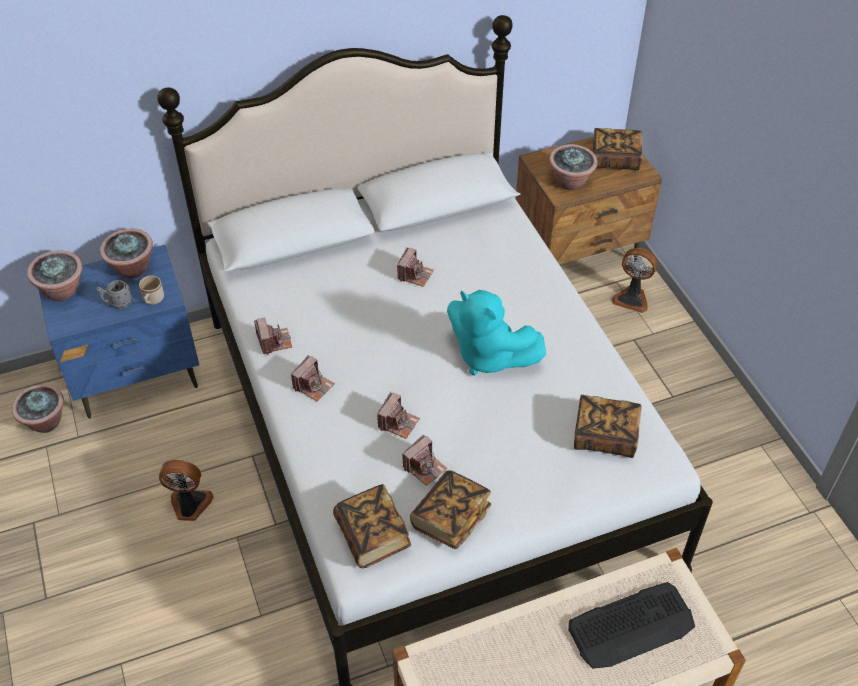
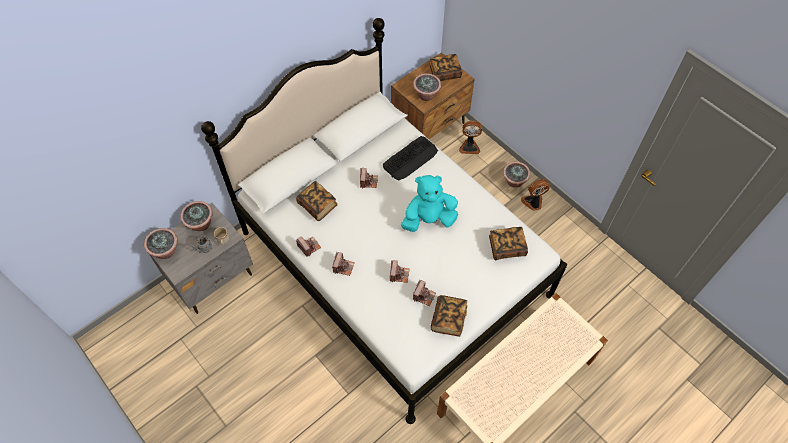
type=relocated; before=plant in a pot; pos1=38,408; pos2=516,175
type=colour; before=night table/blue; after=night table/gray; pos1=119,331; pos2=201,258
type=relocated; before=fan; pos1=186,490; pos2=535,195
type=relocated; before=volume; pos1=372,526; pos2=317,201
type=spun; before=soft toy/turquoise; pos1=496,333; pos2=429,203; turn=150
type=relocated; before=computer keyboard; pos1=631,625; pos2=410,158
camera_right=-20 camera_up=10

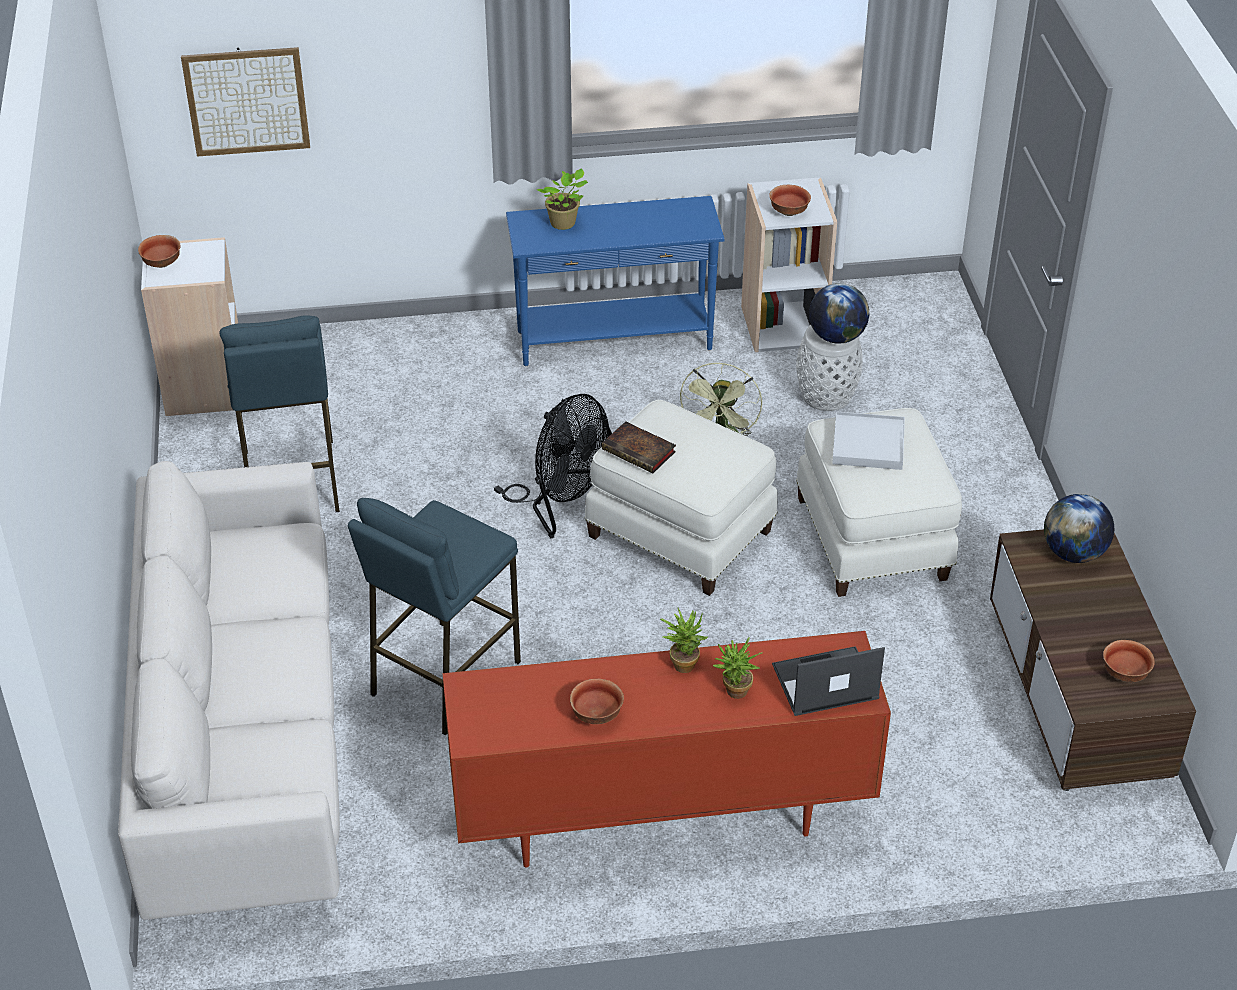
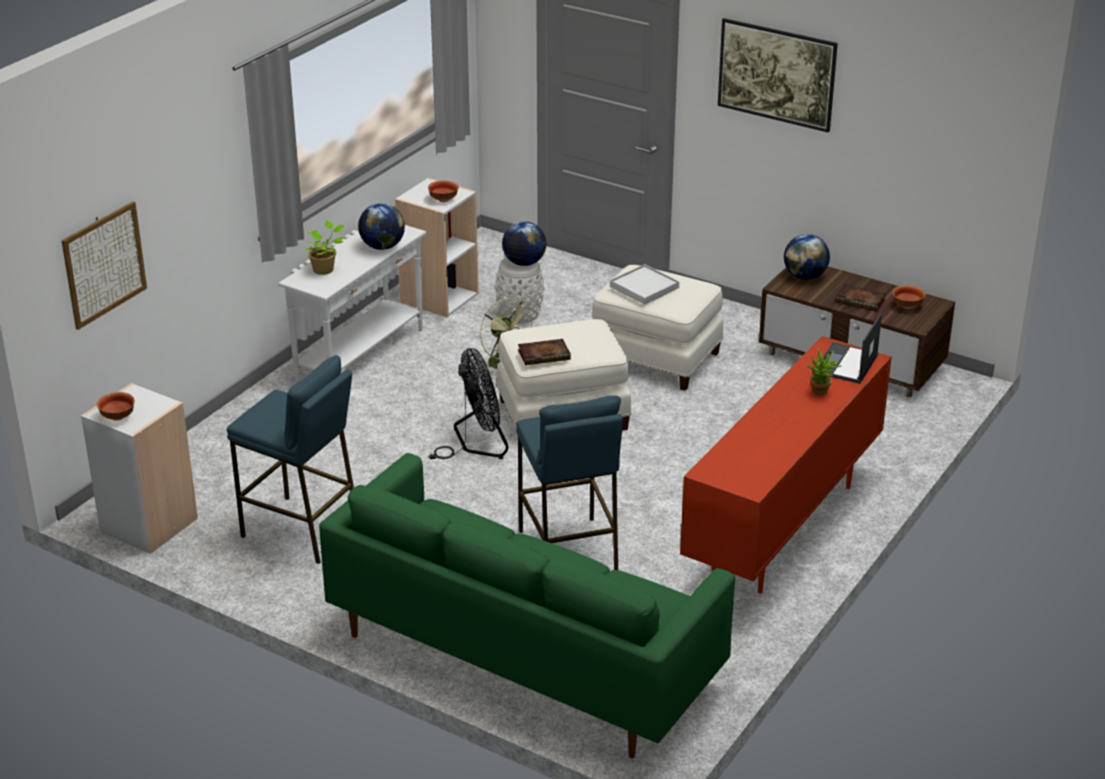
type=colour; before=couch/white; after=couch/greenish; pos1=229,690; pos2=527,605
type=colour; before=narrow table/blue; after=narrow table/white; pos1=615,281; pos2=352,304
type=missing; before=deep dish; pos1=597,701
type=missing; before=plant in a pot; pos1=684,640
type=appeared; after=globe; pos2=381,226
type=appeared; after=wall picture; pos2=778,75
type=appeared; after=volume; pos2=860,298
camera_right=-50 camera_up=-10

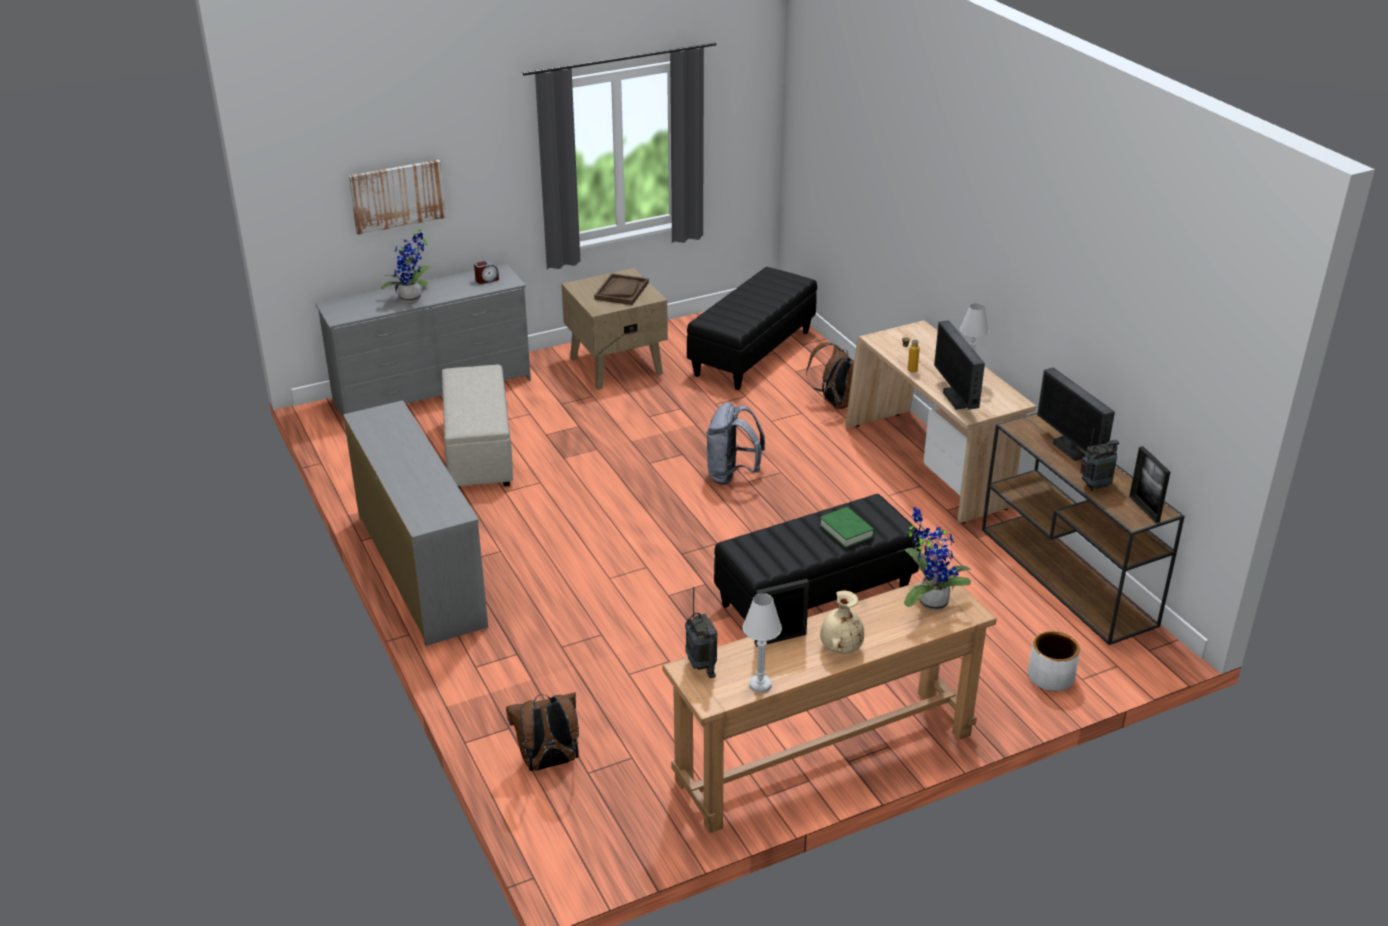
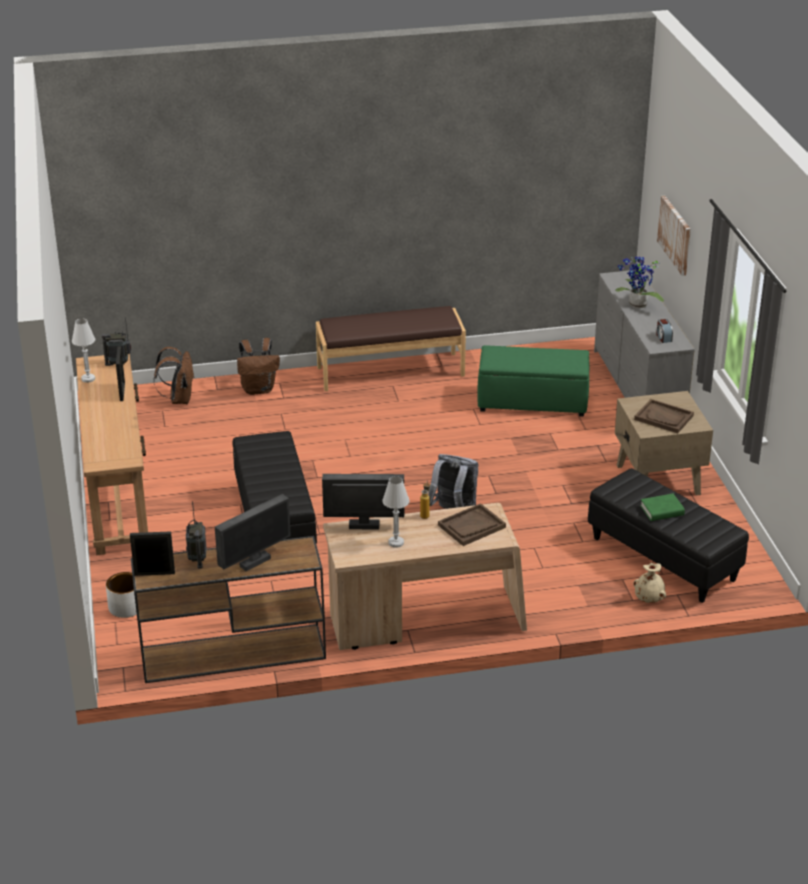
type=exchanged; before=drawer chest/gray; after=long seat/brown; pos1=415,523; pos2=391,348
type=colour; before=ottoman/sand-coloured; after=ottoman/greenish; pos1=477,427; pos2=533,381
type=relocated; before=rucksack/brown; pos1=830,375; pos2=258,366
type=relocated; before=volume/greenish; pos1=847,527; pos2=662,507
type=relocated; before=flower vase/sand-coloured; pos1=842,622; pos2=649,583
type=missing; before=plant in a pot; pos1=937,558
type=spun; before=computer display; pos1=1076,414; pos2=253,532; turn=150
type=appeared; after=tray/brown; pos2=472,524
camera_right=105 camera_up=0

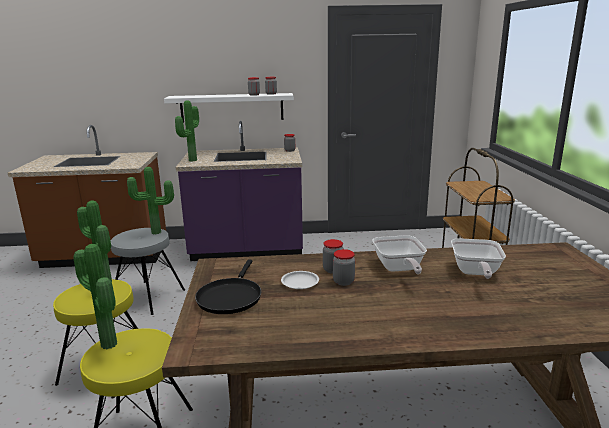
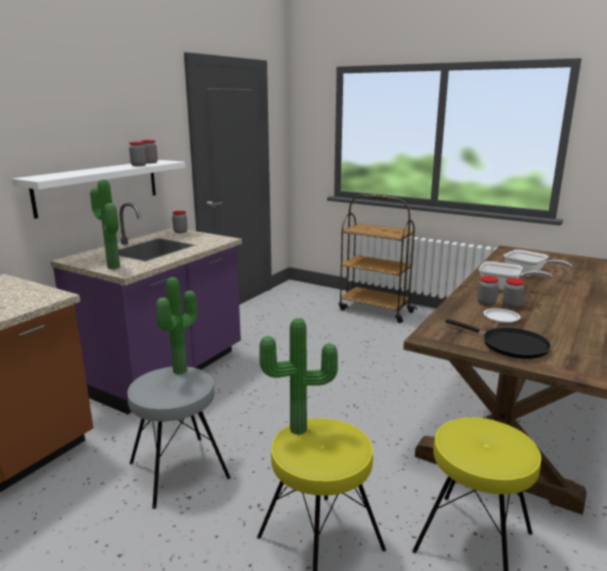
type=missing; before=plant in a pot; pos1=95,296
camera_right=-55 camera_up=0

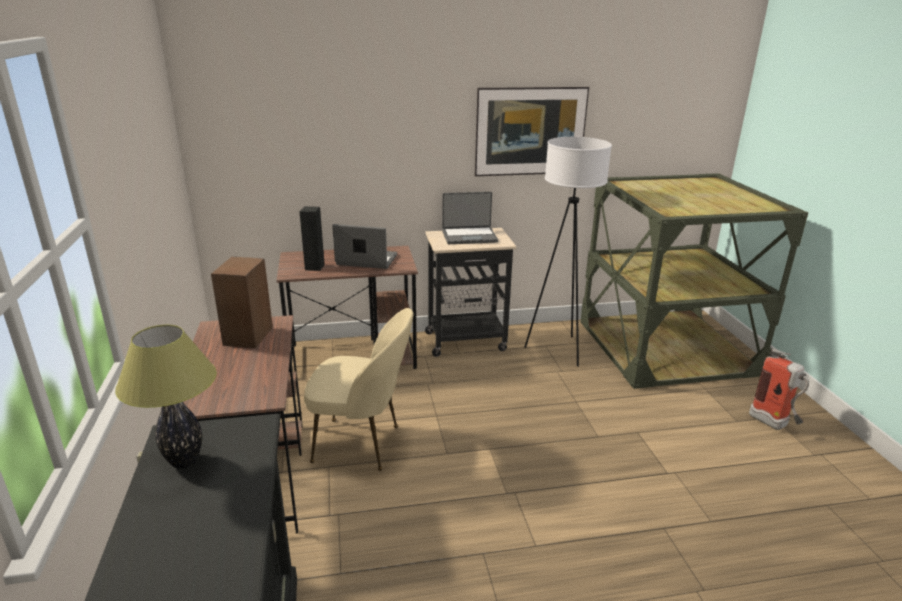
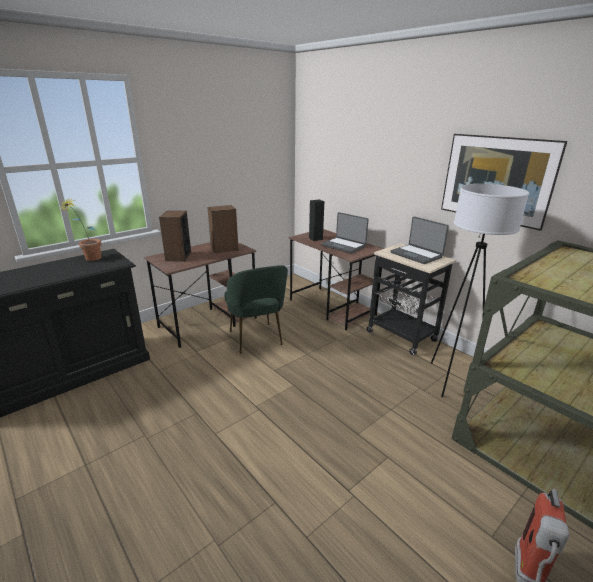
type=exchanged; before=table lamp; after=plant in a pot; pos1=166,397; pos2=81,229
type=colour; before=chair/sand-coloured; after=chair/greenish; pos1=358,389; pos2=256,309
type=spun; before=laptop; pos1=364,246; pos2=345,233; turn=150
type=appeared; after=loudspeaker; pos2=175,236
camera_right=60 camera_up=0

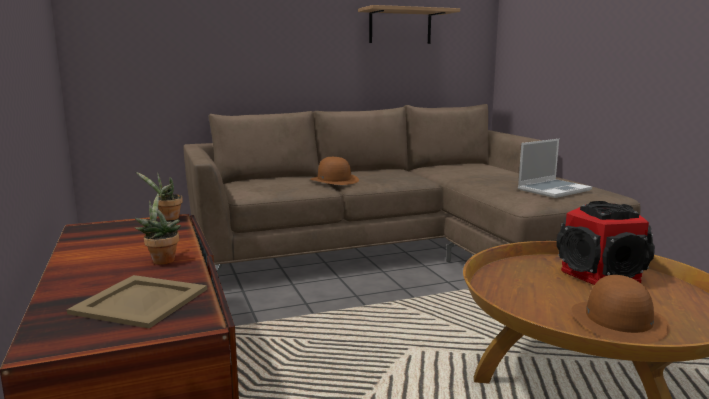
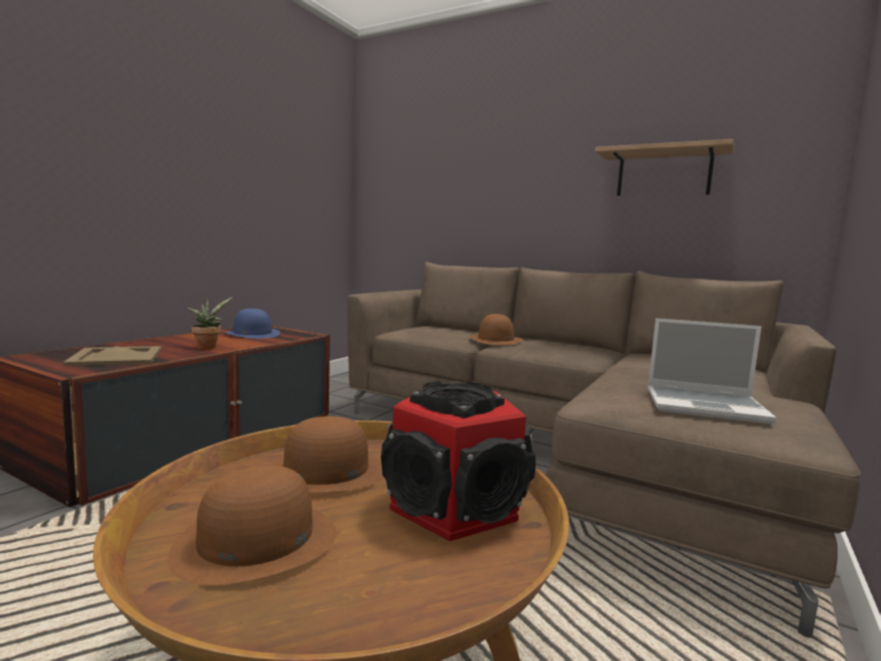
type=missing; before=plant in a pot; pos1=159,196
type=appeared; after=clothing hat/blue; pos2=252,323
type=appeared; after=clothing hat/brown; pos2=327,454
camera_right=50 camera_up=-5

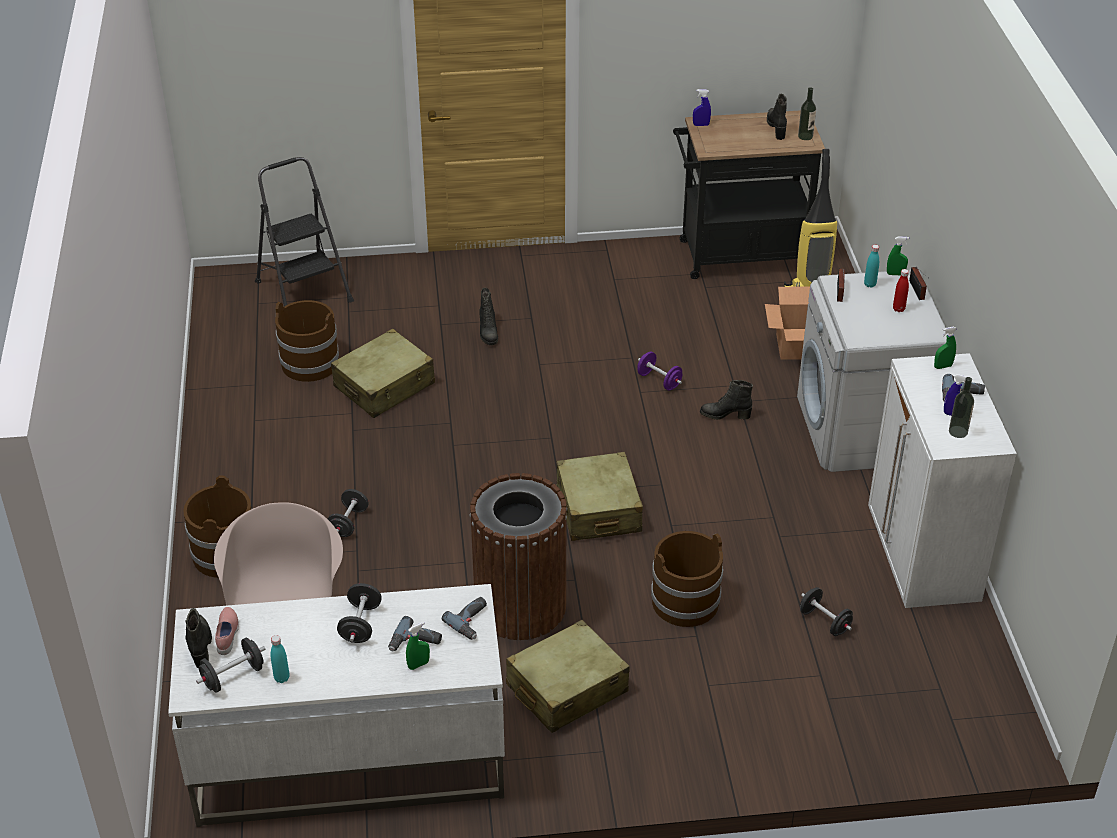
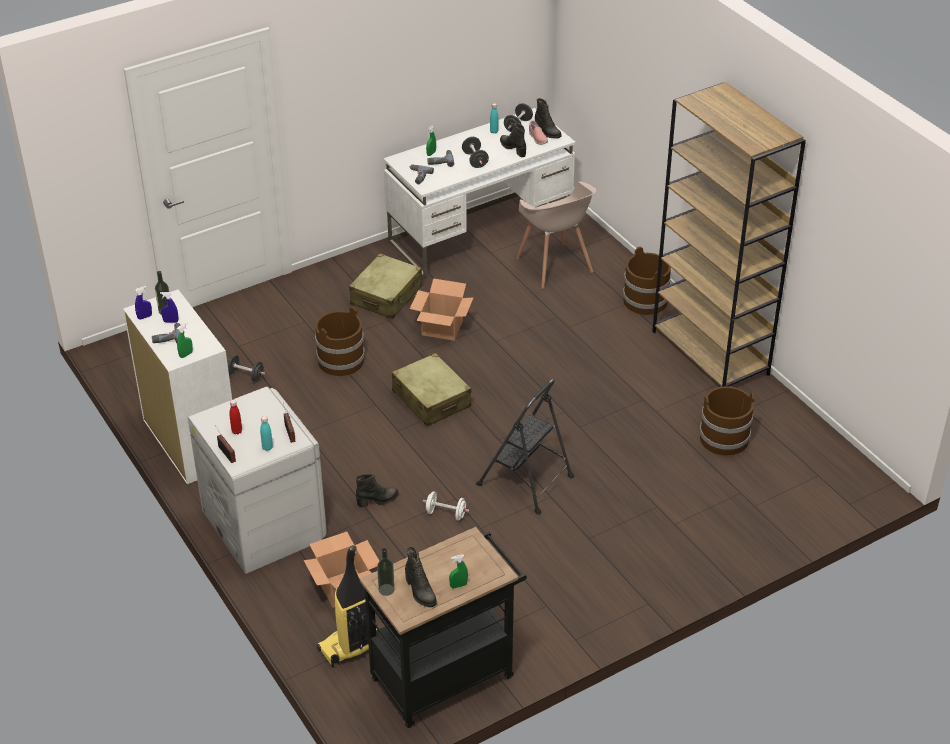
type=relocated; before=step ladder/black-coloured; pos1=304,231; pos2=525,447
type=missing; before=dumbbell/black-coloured; pos1=348,513
type=missing; before=piece of luggage/sand-coloured; pos1=383,373
type=exchanged; before=trash can/brown; after=carton; pos1=518,556; pos2=442,309
type=relocated; before=high-top boot/black-coloured; pos1=488,316; pos2=513,140
type=colour; before=dumbbell/purplish; after=dumbbell/white; pos1=660,371; pos2=446,506
type=relocated; before=sprayer/blue; pos1=702,107; pos2=143,303
type=relocated; before=sprayer/greenish; pos1=898,256; pos2=458,571
type=appeared; after=shelving unit/brown; pos2=729,234
camera_right=155 camera_up=0

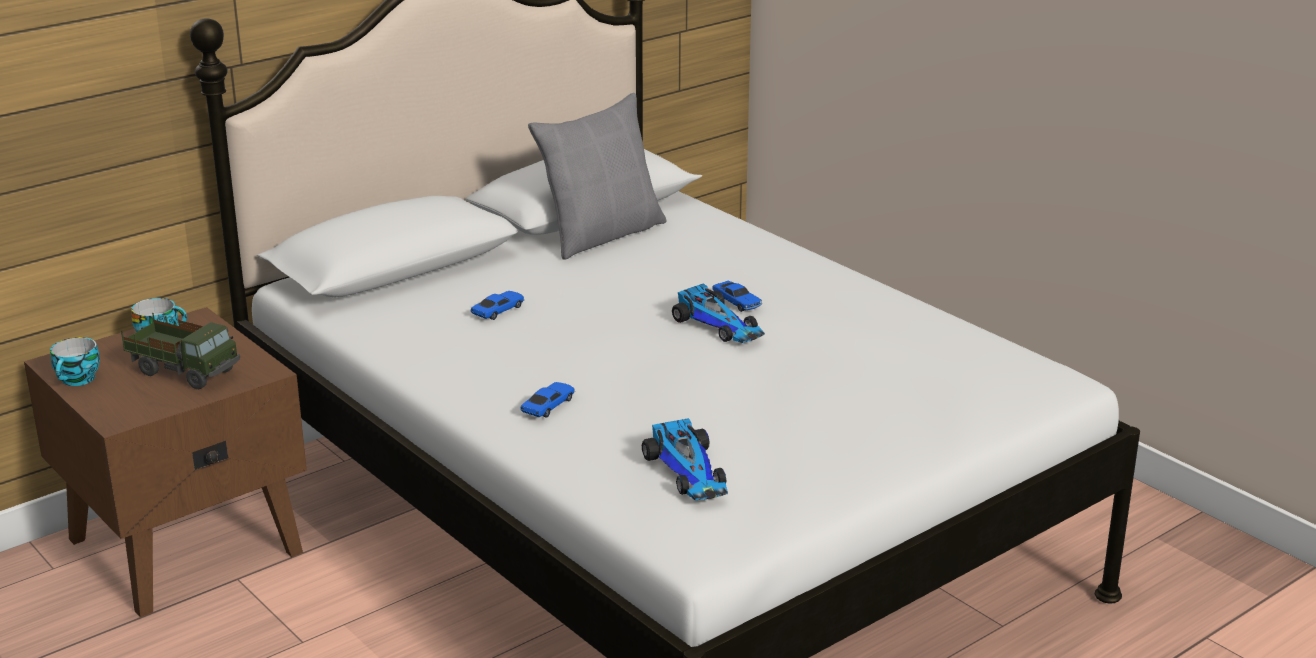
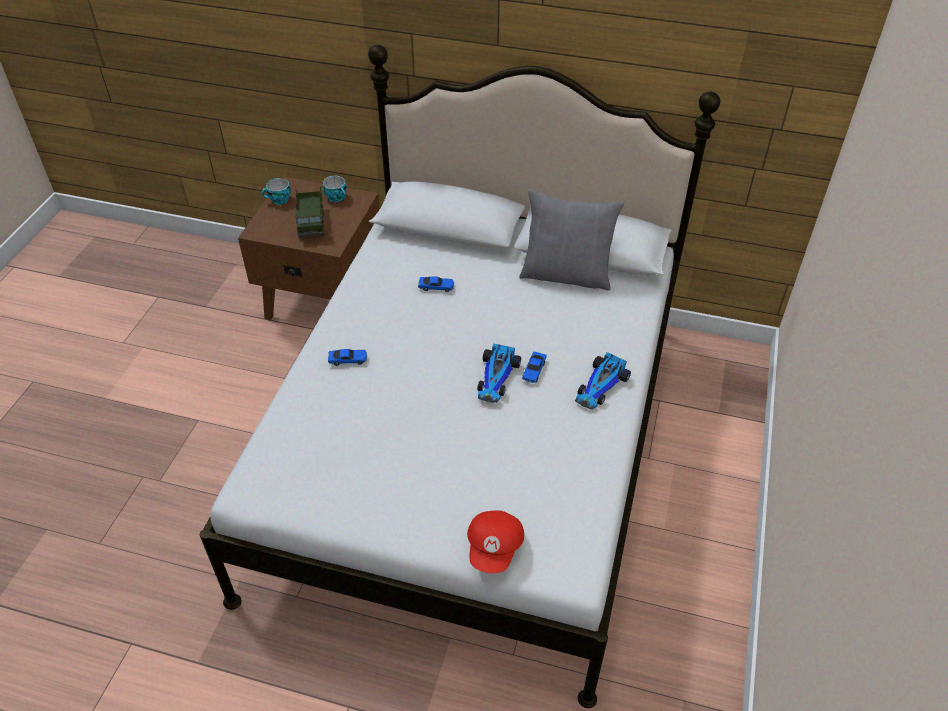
type=relocated; before=toy car; pos1=685,459; pos2=603,381
type=appeared; after=baseball cap/red; pos2=495,541
camera_right=55 camera_up=20

